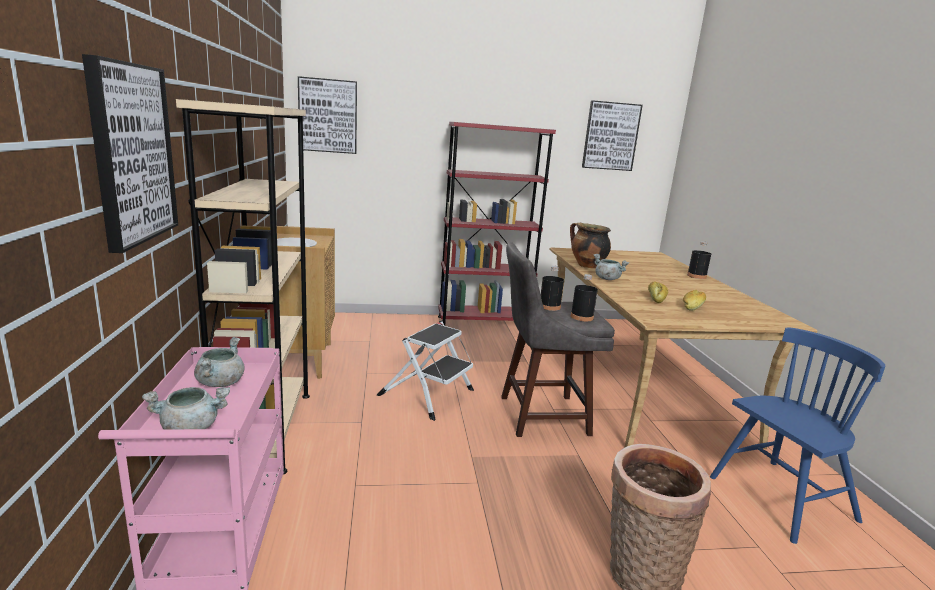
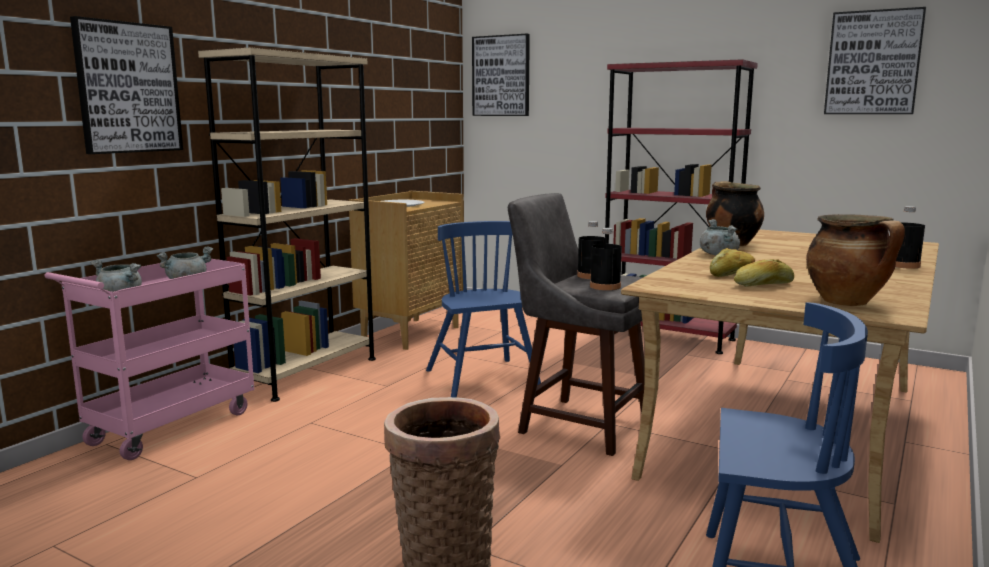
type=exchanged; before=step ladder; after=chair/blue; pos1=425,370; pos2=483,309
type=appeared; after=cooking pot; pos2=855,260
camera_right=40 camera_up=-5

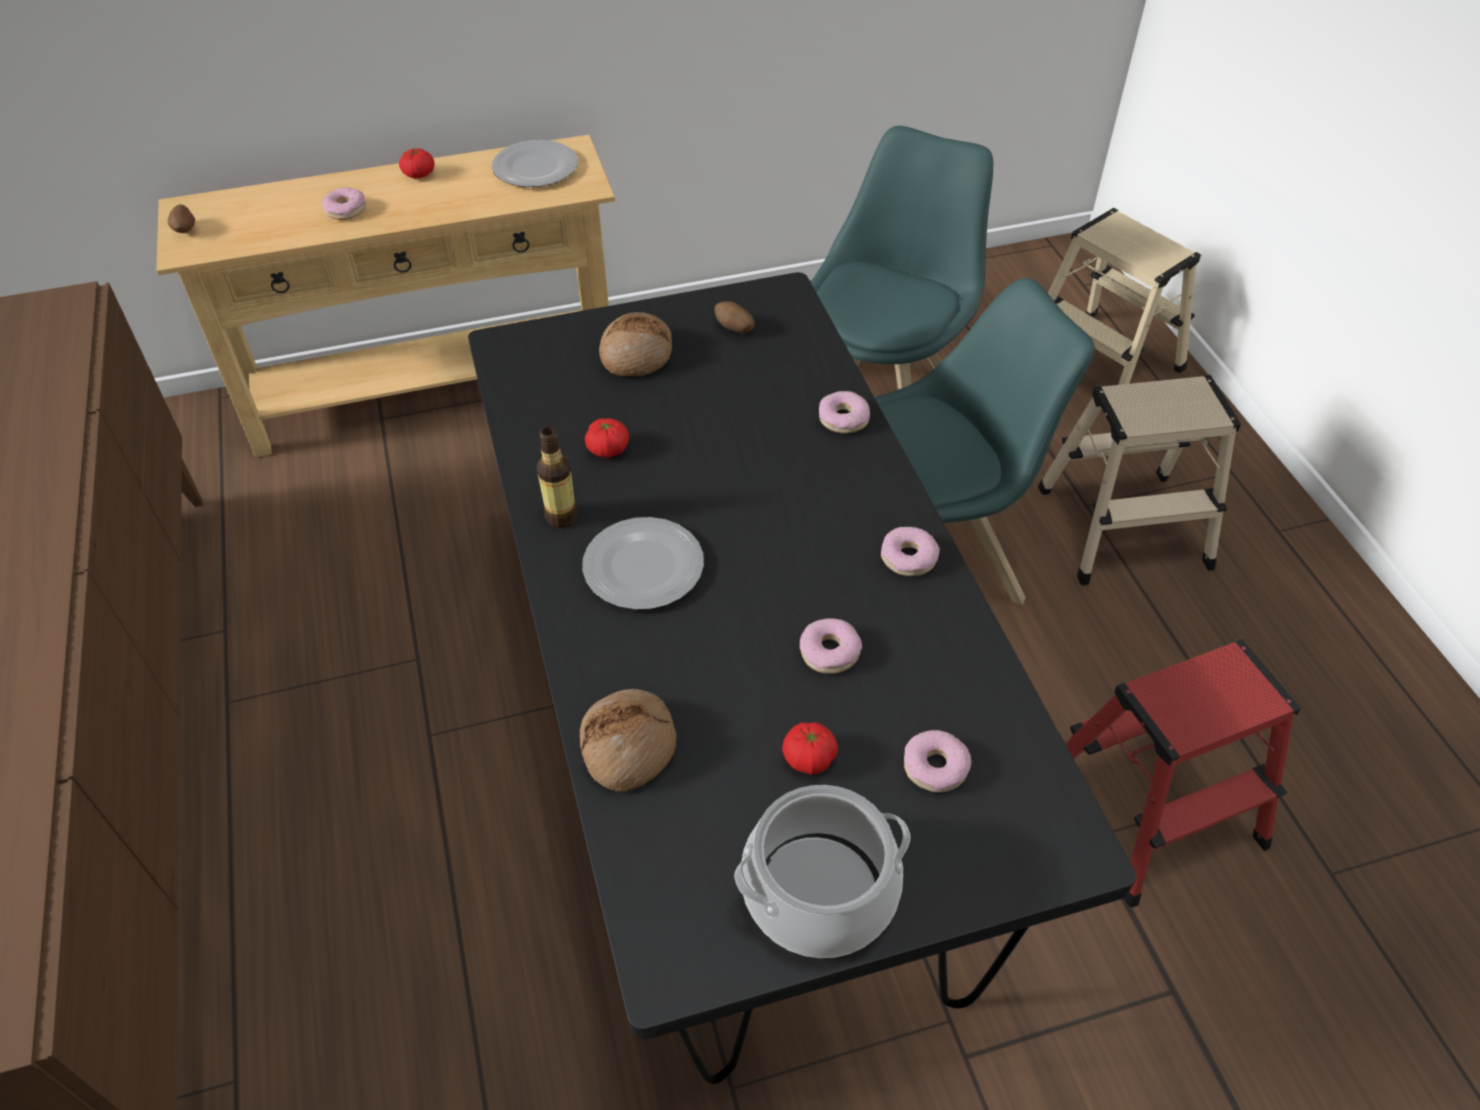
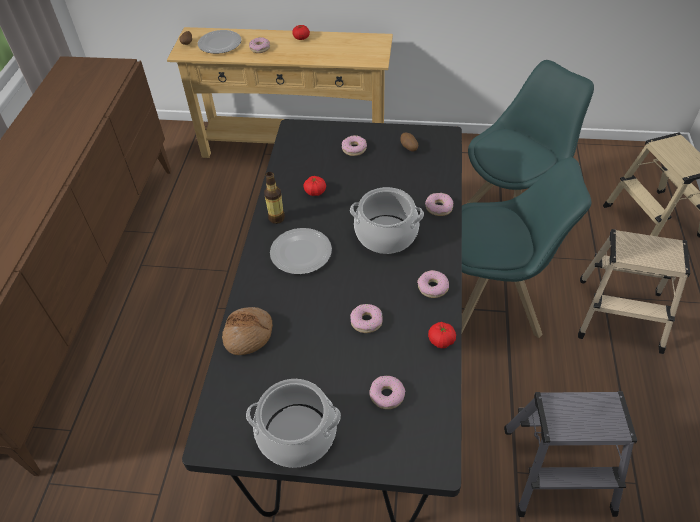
type=relocated; before=dinner plate; pos1=535,163; pos2=220,42
type=exchanged; before=baked bread; after=donut; pos1=635,344; pos2=354,145
type=relocated; before=whole tomato; pos1=810,748; pos2=442,335
type=colour; before=step ladder/red; after=step ladder/gray; pos1=1183,772; pos2=571,454
type=appeared; after=cooking pot; pos2=387,220
camera_right=25 camera_up=0

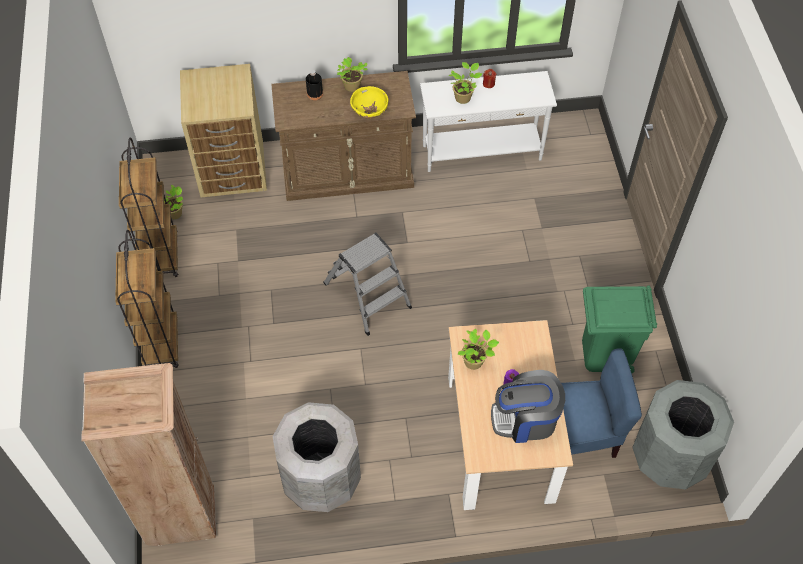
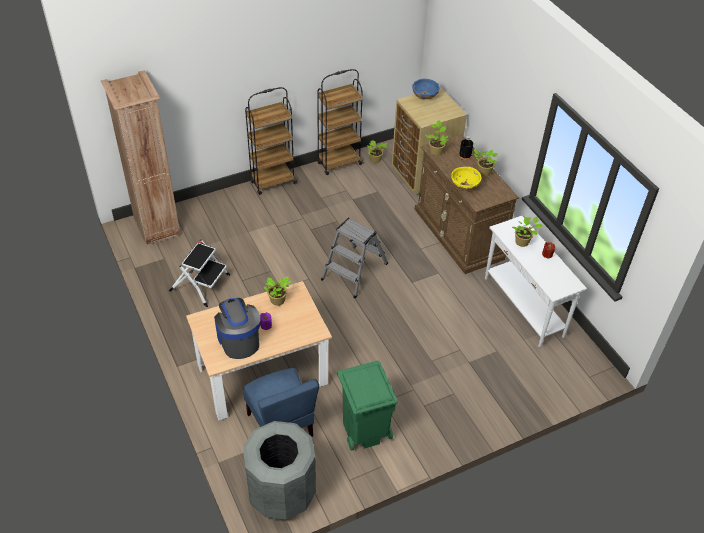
type=exchanged; before=trash can/gray; after=step ladder; pos1=317,457; pos2=199,273
type=appeared; after=deep dish/blue; pos2=426,89
type=appeared; after=plant in a pot; pos2=437,138
camera_right=70 camera_up=-10

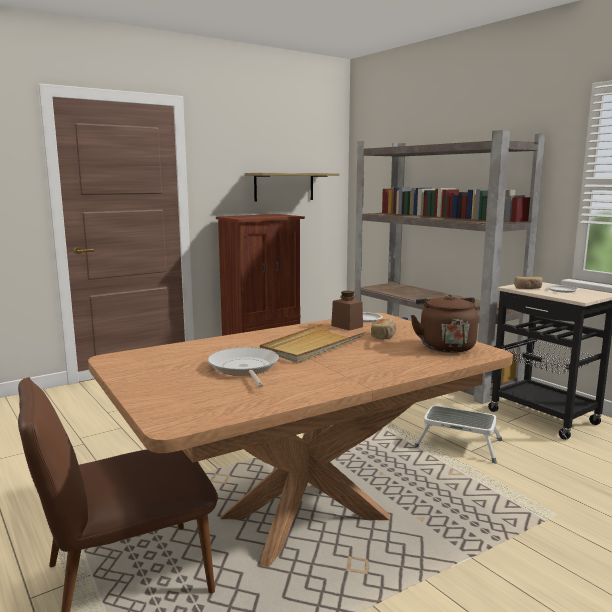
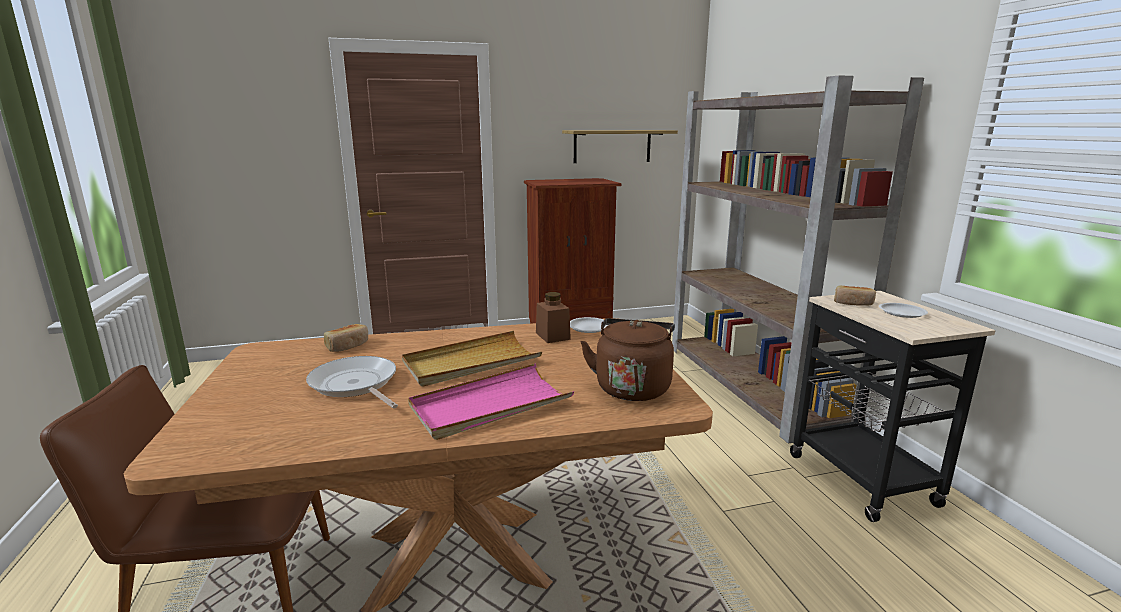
type=spun; before=pan; pos1=243,367; pos2=352,382; turn=-45
type=relocated; before=baked bread; pos1=383,329; pos2=346,338
type=missing; before=step ladder/gray; pos1=458,434
type=appeared; after=tray/pinkish; pos2=491,402
camera_right=20 camera_up=5

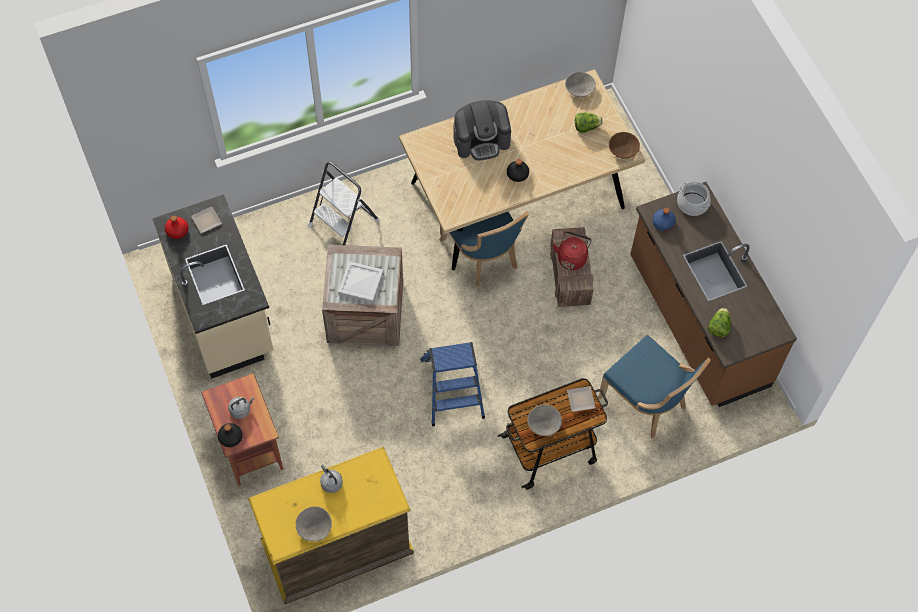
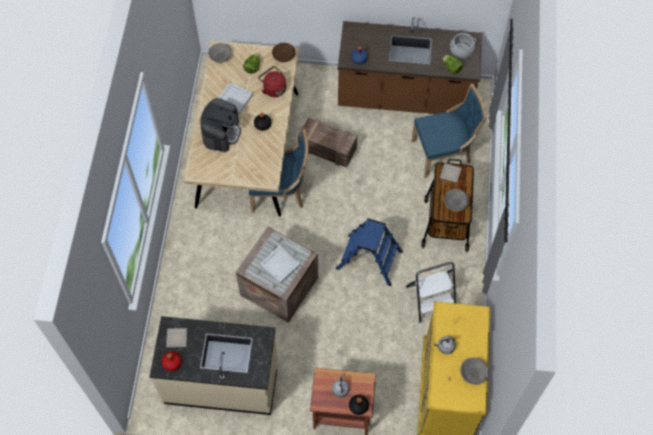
type=relocated; before=step ladder/white; pos1=343,203; pos2=430,294
type=relocated; before=water kettle/red; pos1=572,250; pos2=272,81
type=relocated; before=cooking pot; pos1=694,199; pos2=463,45
type=appeared; after=tray/white; pos2=236,98
camera_right=-60 camera_up=0

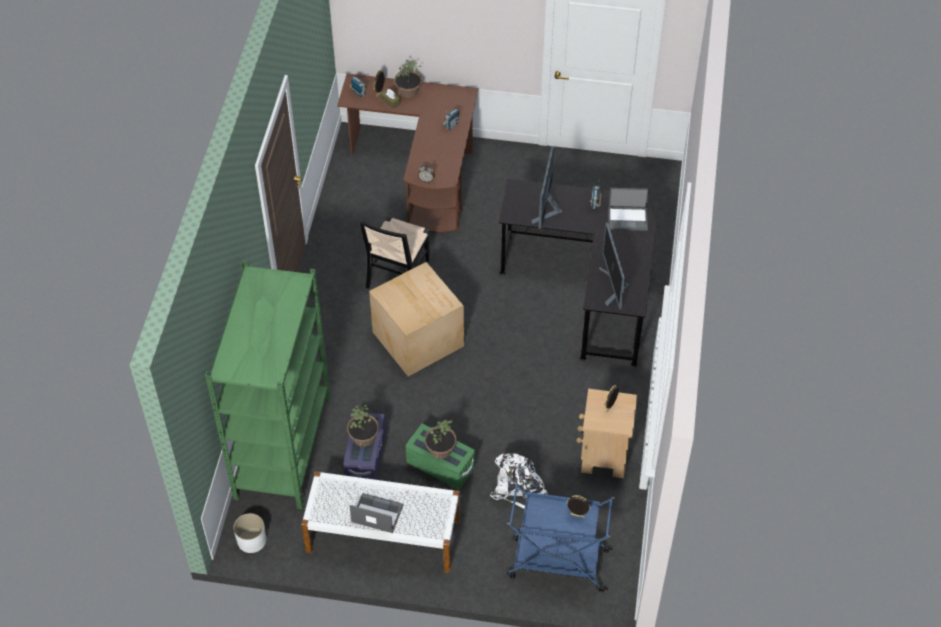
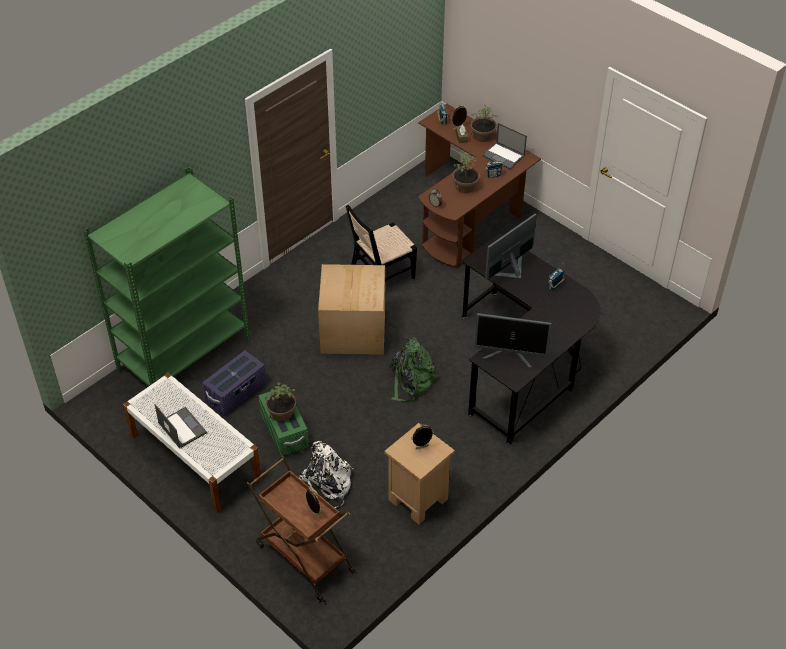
type=missing; before=planter/white; pos1=249,533
type=relocated; before=plant in a pot; pos1=363,426; pos2=466,173
type=colour; before=trolley/blue; after=trolley/brown; pos1=561,537; pos2=302,528
type=spun; before=computer display; pos1=614,266; pos2=513,340; turn=-105
type=relocated; before=laptop; pos1=628,209; pos2=504,146
type=appeared; after=rucksack/greenish; pos2=413,369
camera_right=35 camera_up=-5

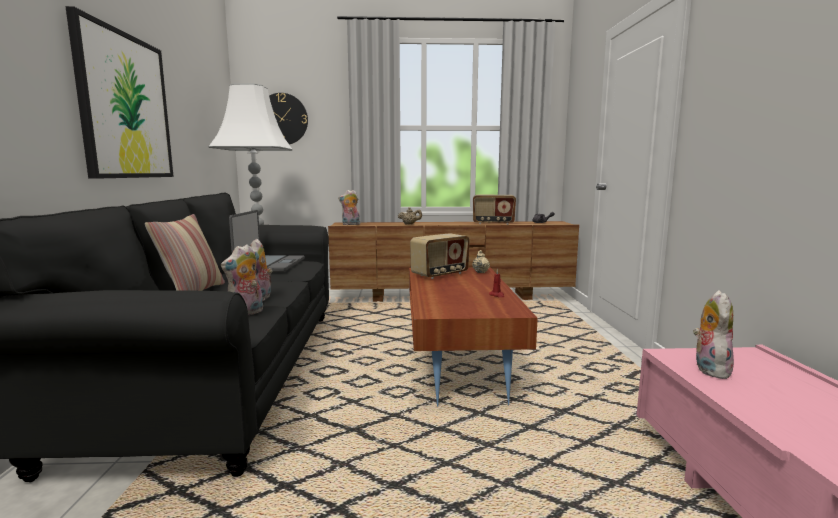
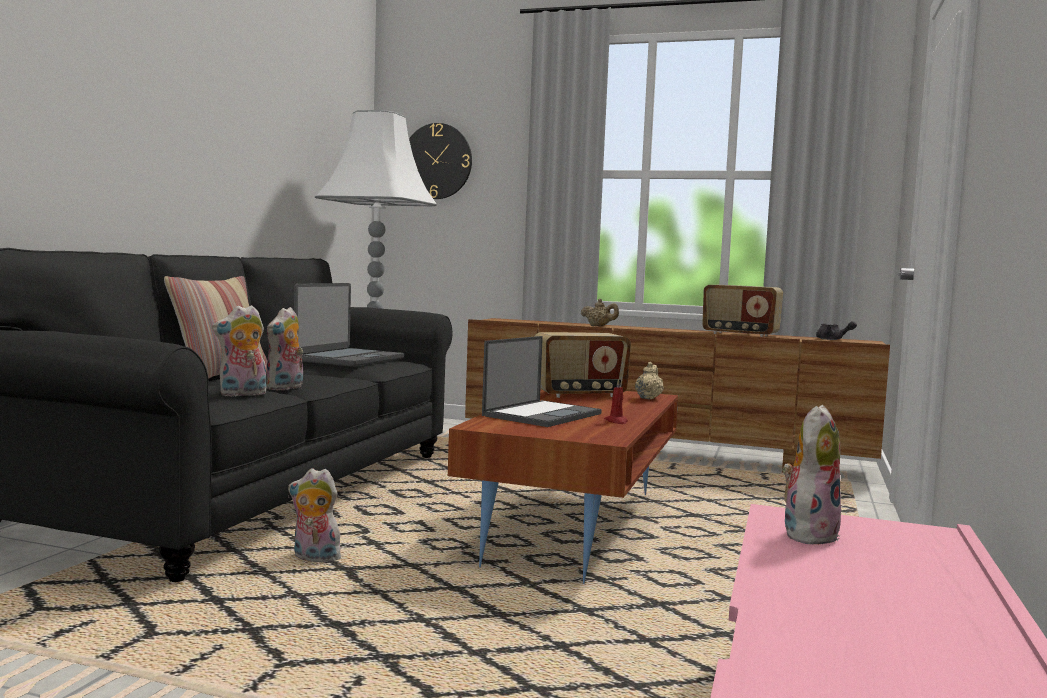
type=missing; before=wall picture; pos1=119,92
type=relocated; before=soft toy; pos1=349,207; pos2=314,515
type=appeared; after=laptop; pos2=542,381
camera_right=20 camera_up=-5

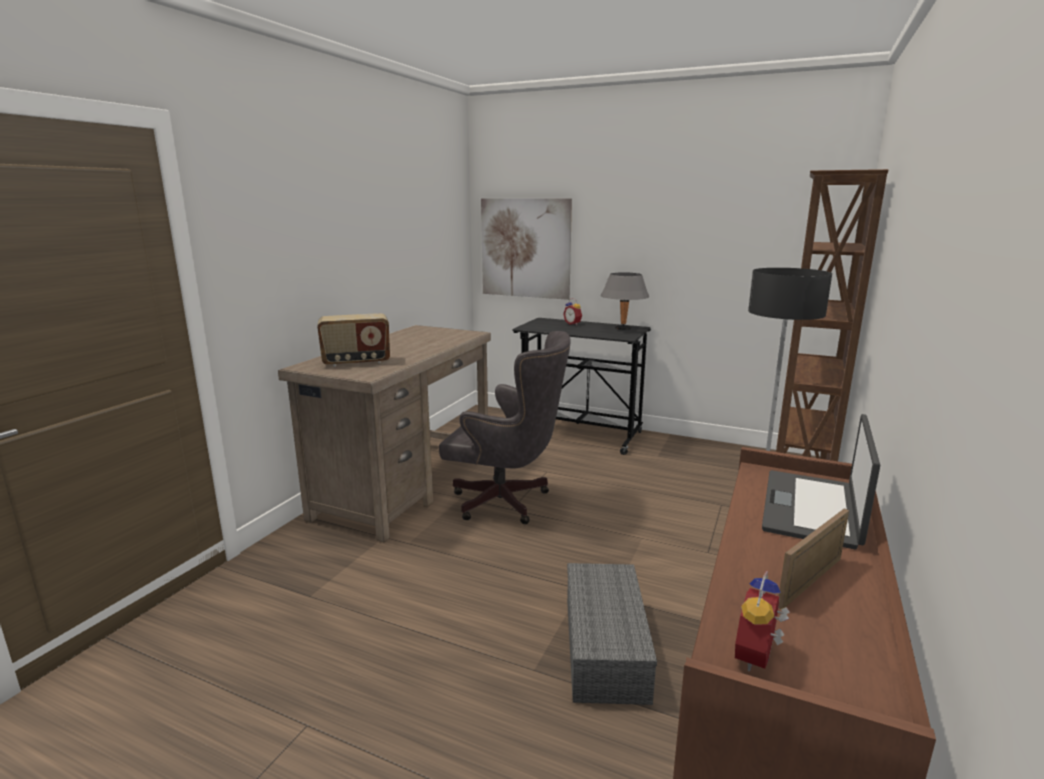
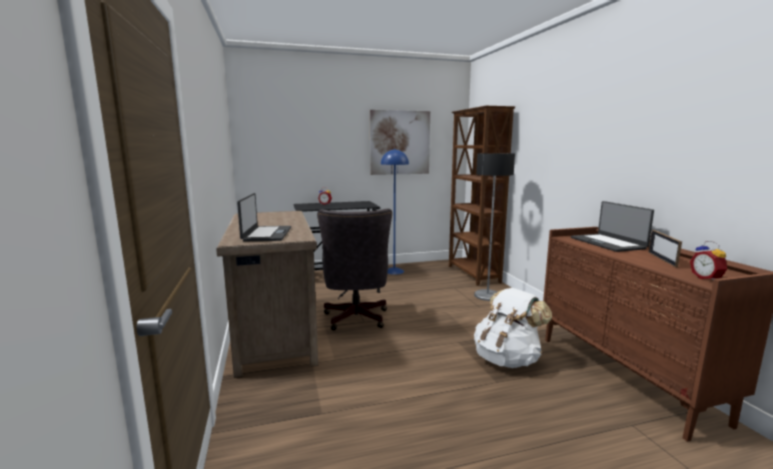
type=exchanged; before=radio set; after=laptop; pos1=353,340; pos2=264,217
type=spun; before=computer chair/gray; pos1=505,427; pos2=354,269; turn=105
type=relocated; before=wall picture; pos1=526,249; pos2=400,142
type=exchanged; before=storage bin/gray; after=rucksack/white; pos1=612,634; pos2=513,328
type=missing; before=table lamp/gray; pos1=625,301
type=appeared; after=floor lamp/blue; pos2=395,212
camera_right=-40 camera_up=-5

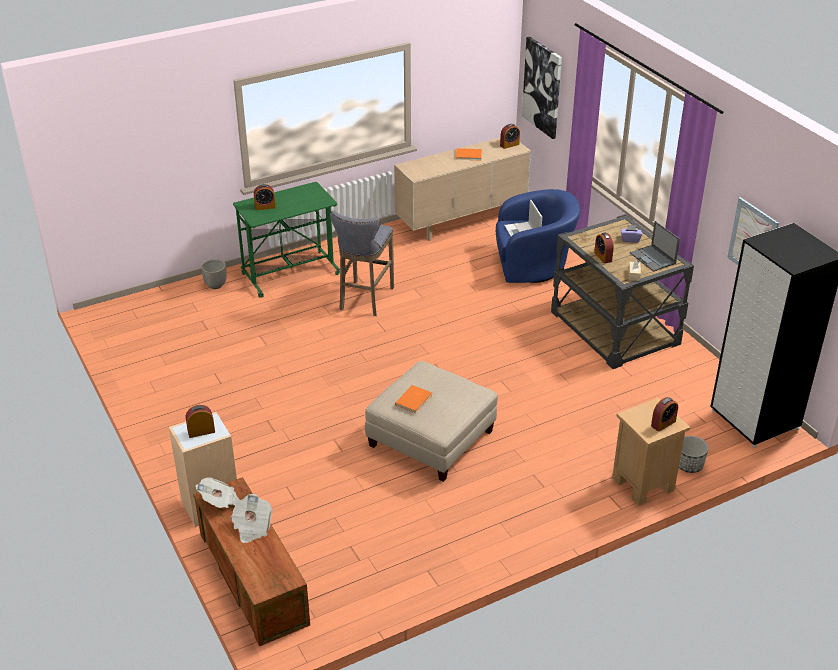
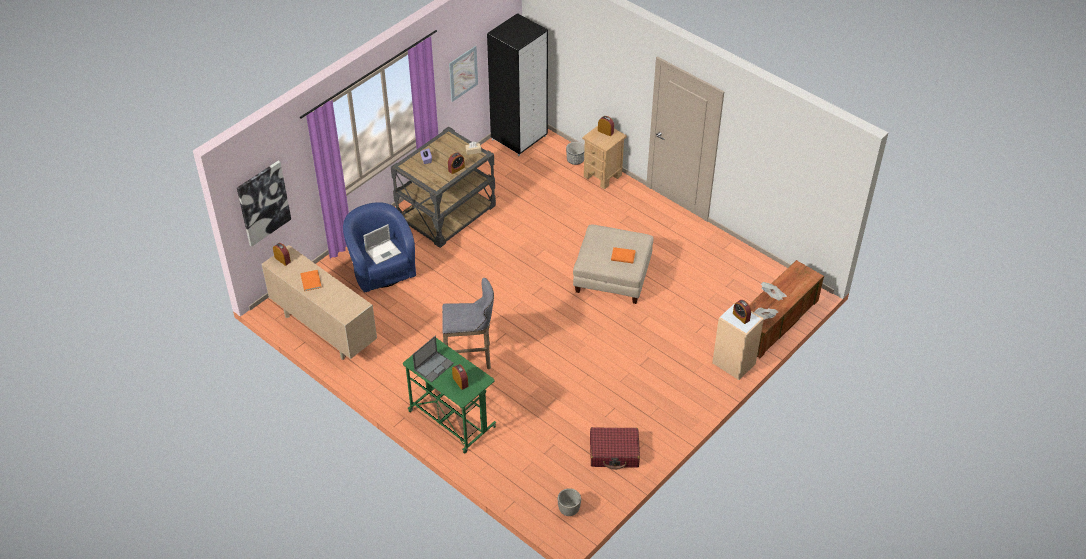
type=relocated; before=planter; pos1=213,274; pos2=569,502
type=relocated; before=laptop; pos1=655,246; pos2=433,359
type=appeared; after=piece of luggage/red; pos2=615,448
camera_right=-110 camera_up=10

